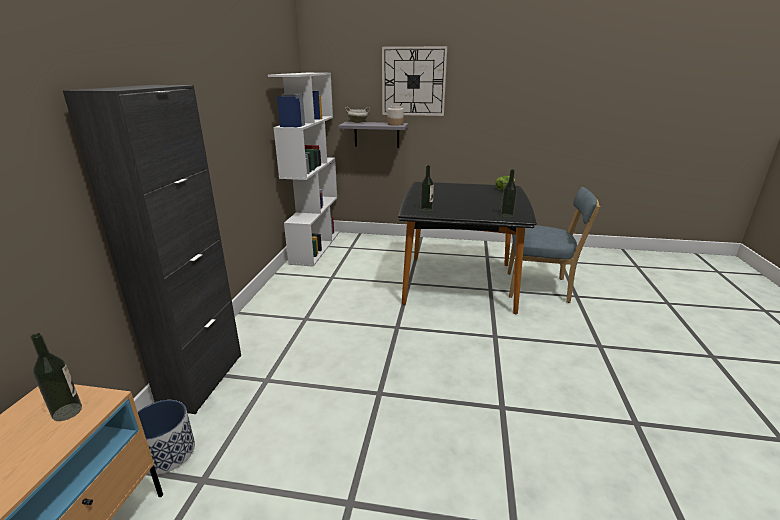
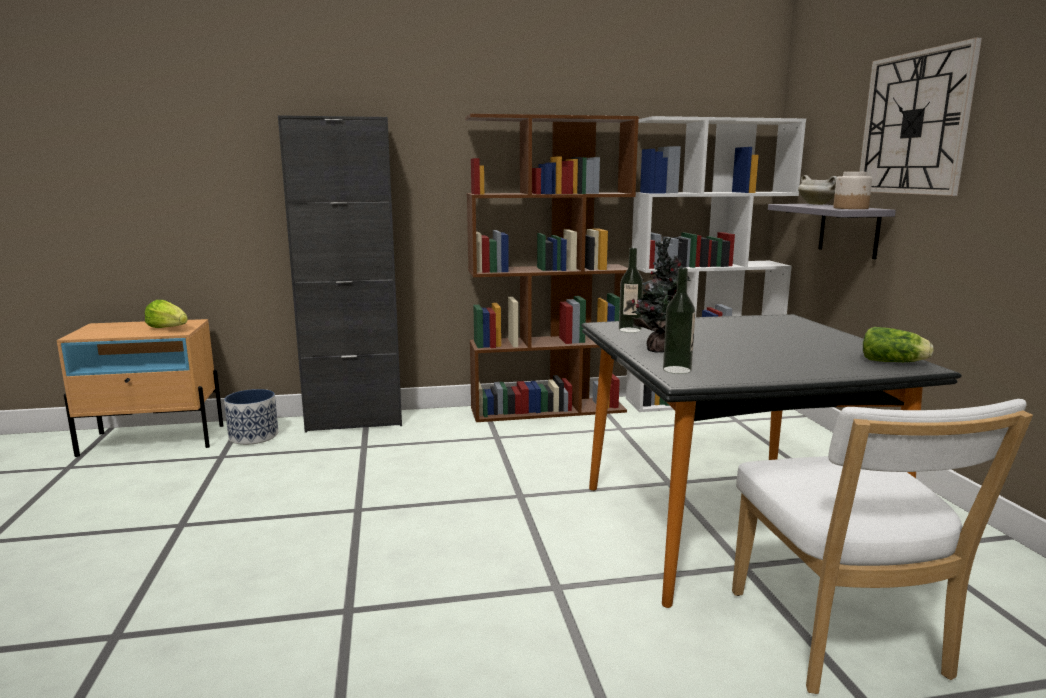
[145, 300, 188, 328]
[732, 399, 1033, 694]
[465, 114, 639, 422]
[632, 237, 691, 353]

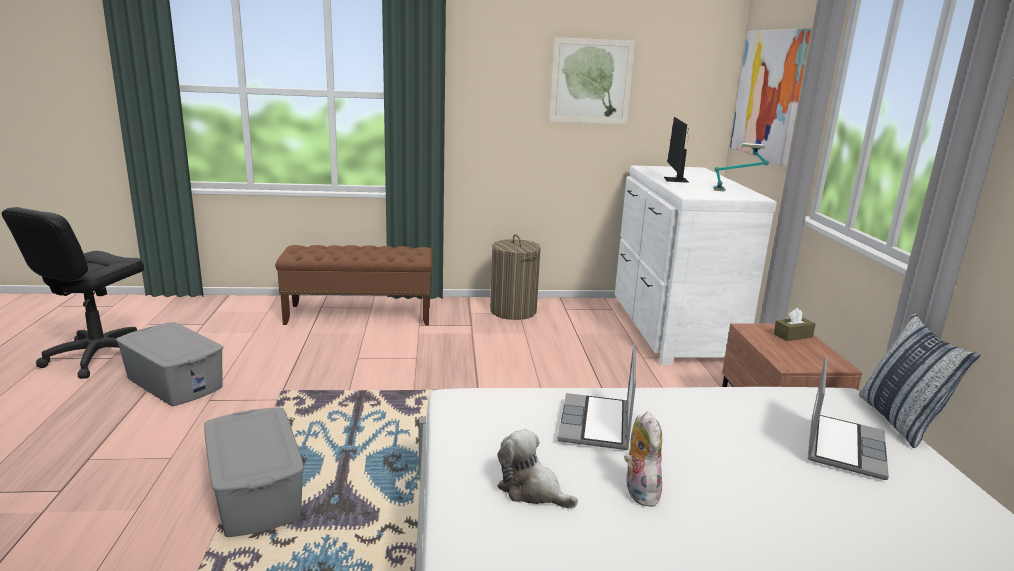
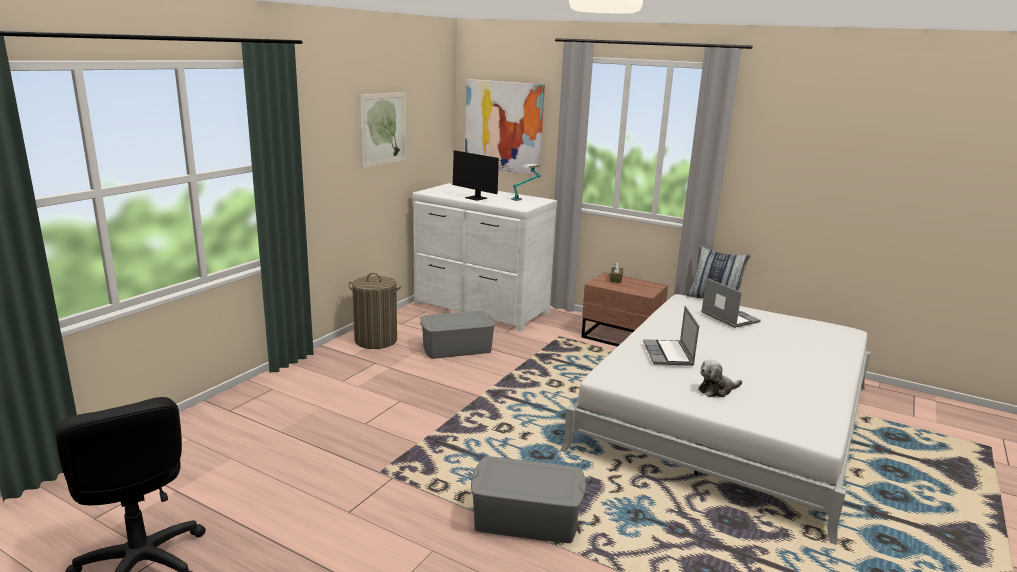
[420, 311, 495, 359]
[275, 245, 433, 325] (first image)
[643, 306, 699, 366]
[624, 411, 662, 507] (first image)

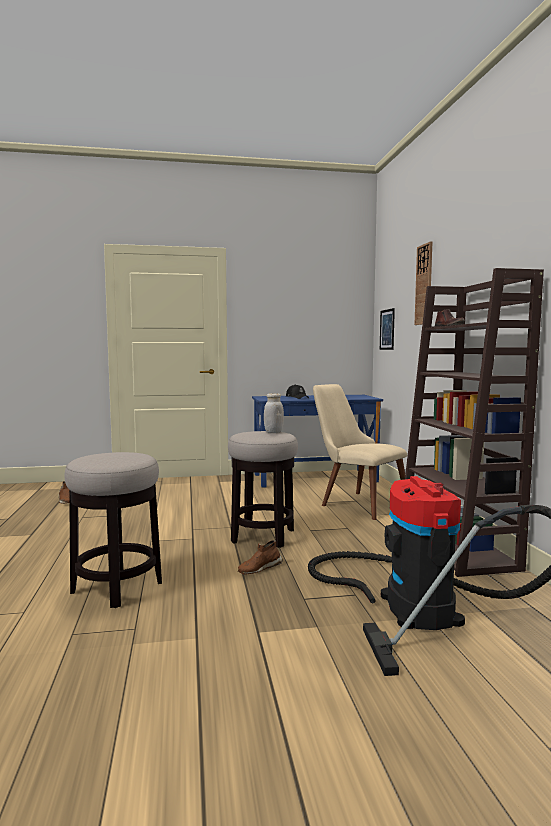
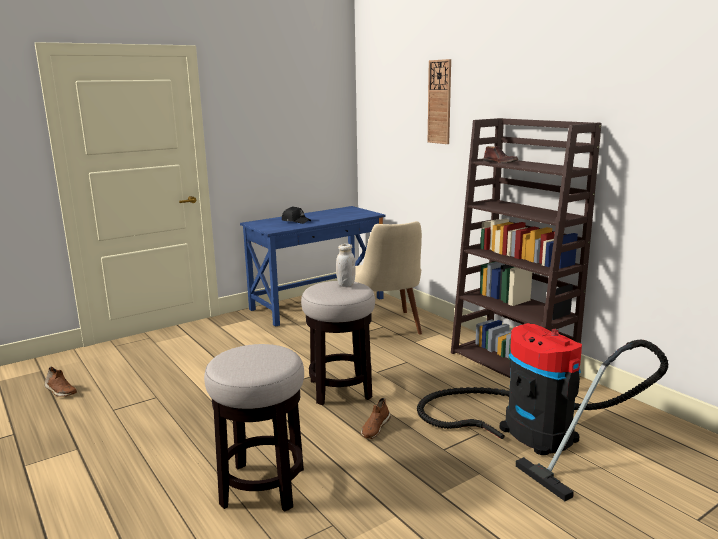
[354, 221, 422, 334]
[380, 308, 395, 350] (first image)

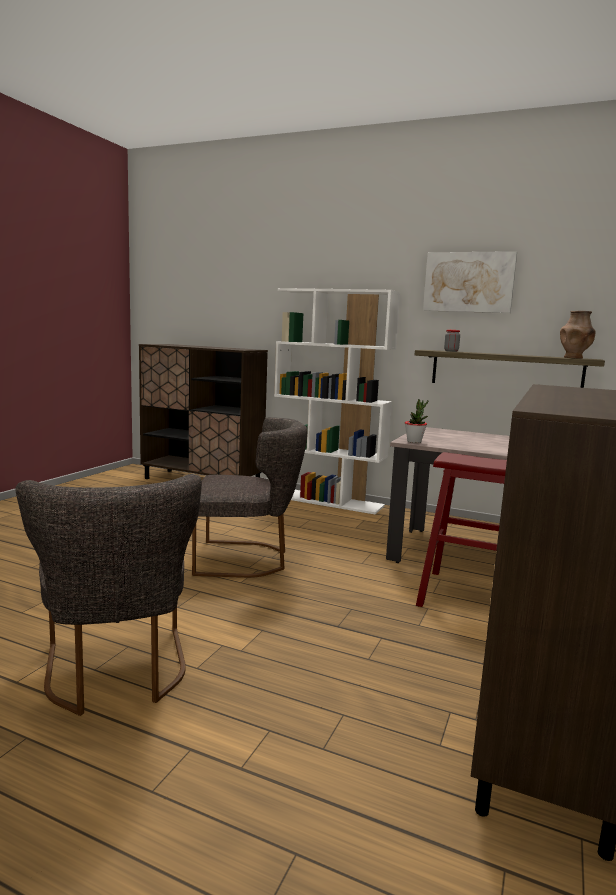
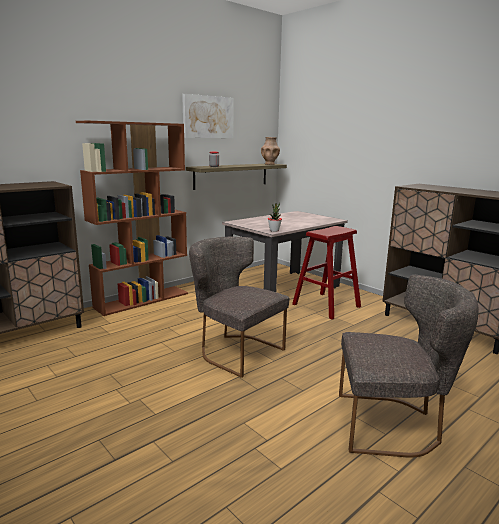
[189, 237, 290, 378]
[76, 121, 188, 316]

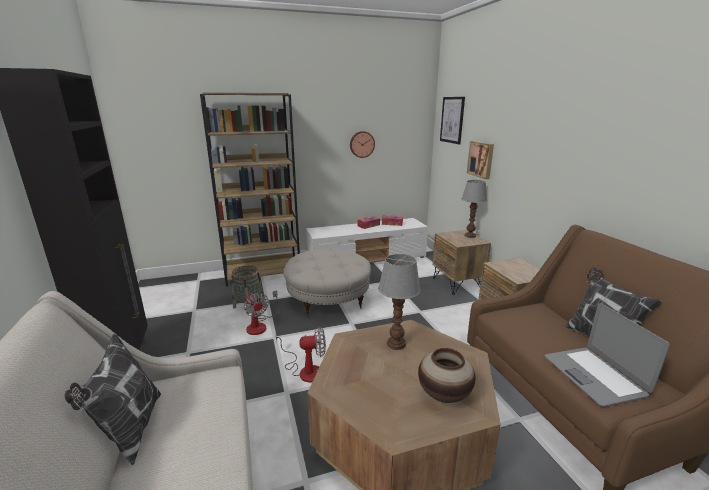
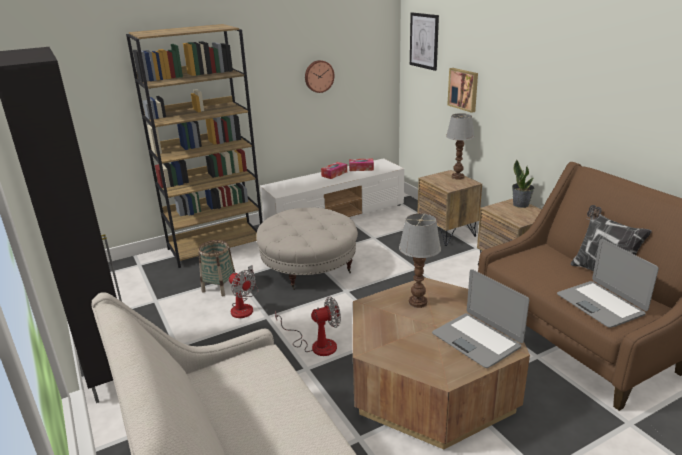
[65, 334, 161, 465] (first image)
[432, 269, 529, 368]
[512, 159, 534, 208]

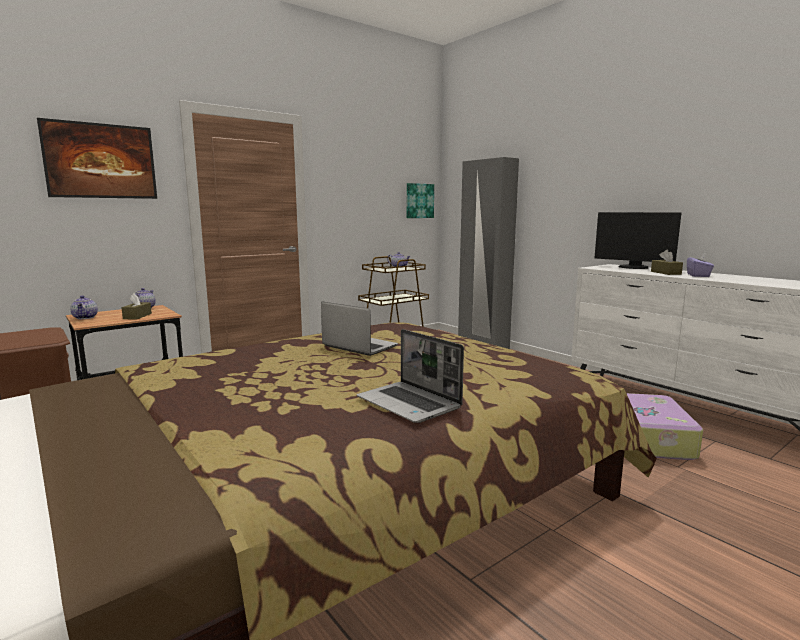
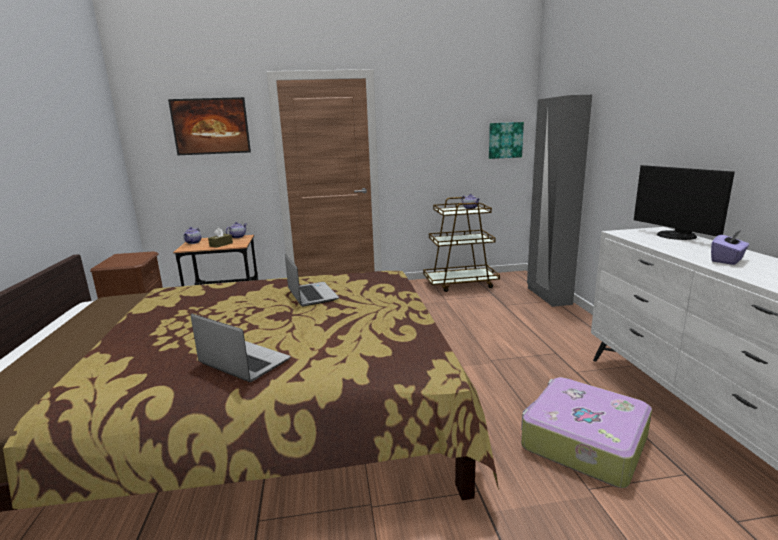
[190, 314, 291, 382]
[651, 250, 683, 275] (first image)

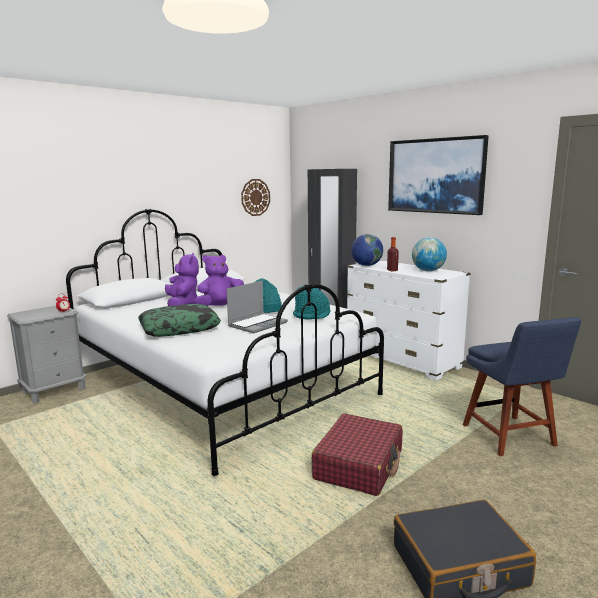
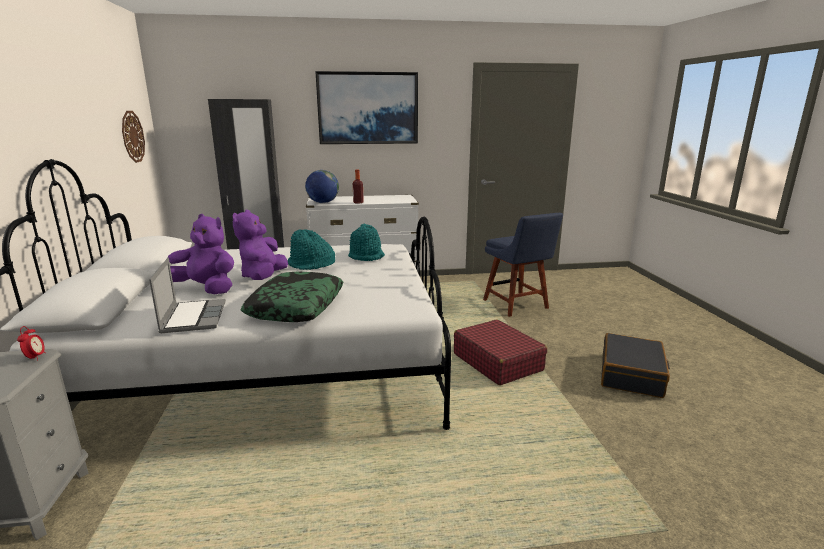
[149, 258, 226, 333]
[412, 237, 447, 271] (first image)
[483, 213, 563, 317]

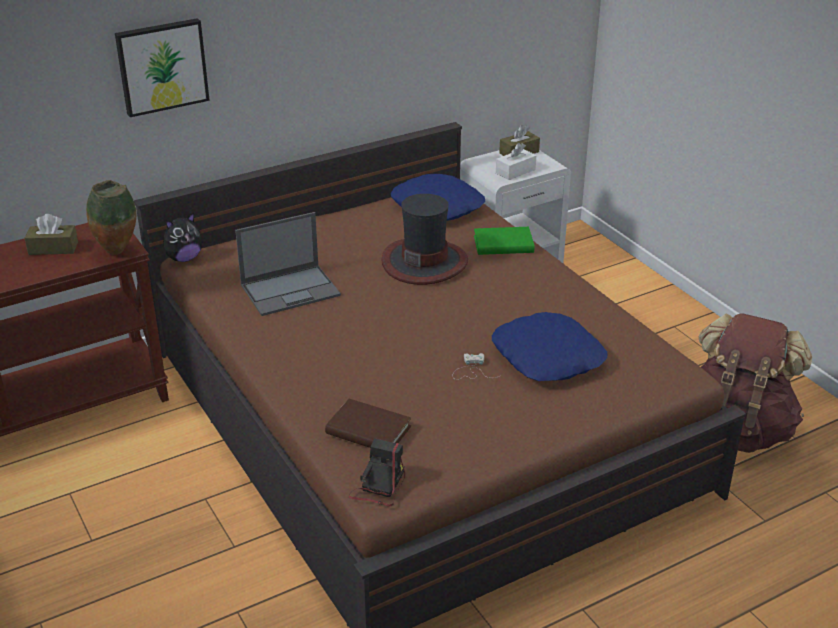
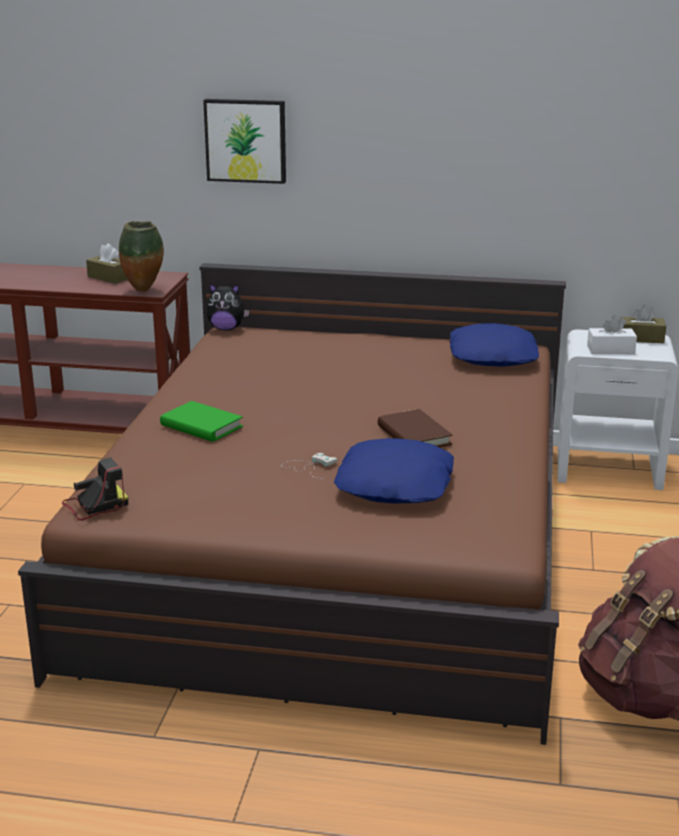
[235, 212, 341, 316] (first image)
[378, 409, 453, 447]
[381, 194, 468, 285] (first image)
[160, 401, 243, 442]

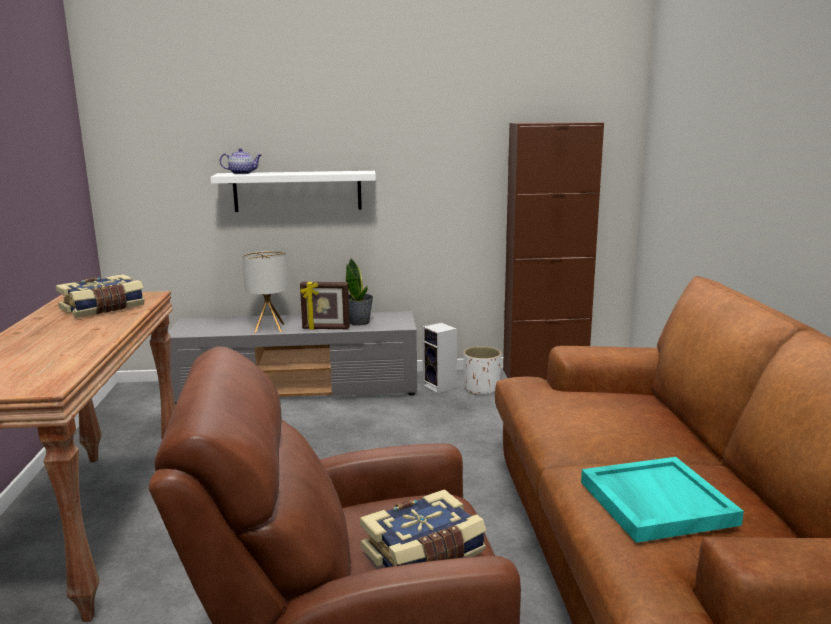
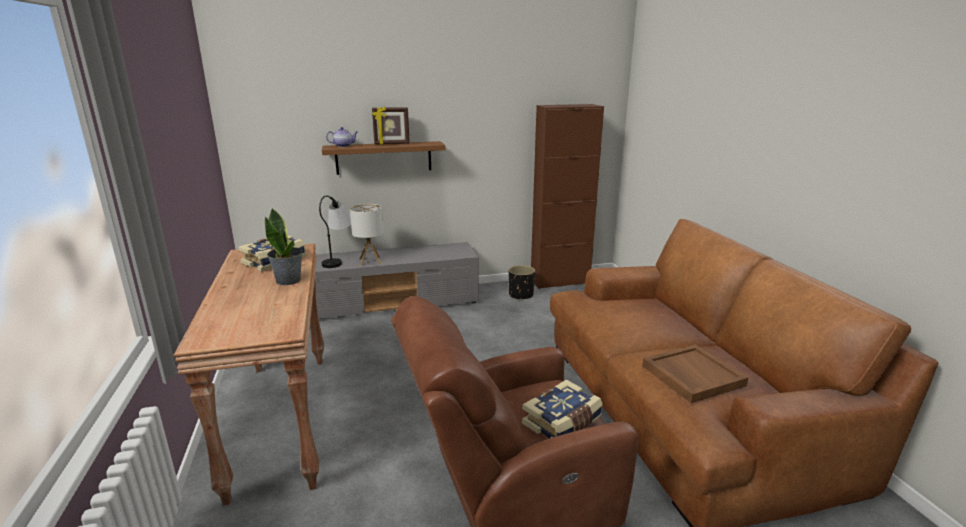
[322, 141, 445, 175]
[372, 107, 410, 145]
[265, 208, 303, 285]
[422, 322, 457, 393] (first image)
[508, 265, 535, 300]
[642, 344, 748, 403]
[319, 195, 351, 268]

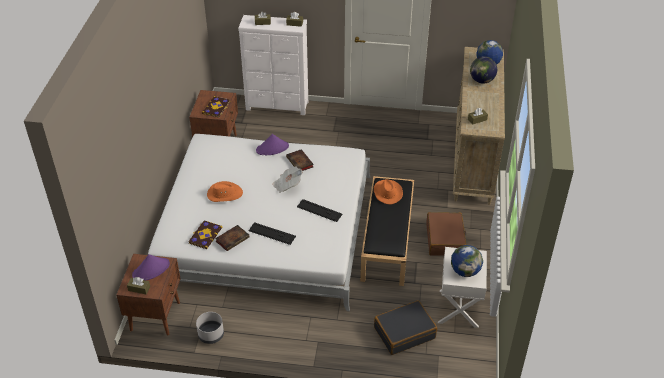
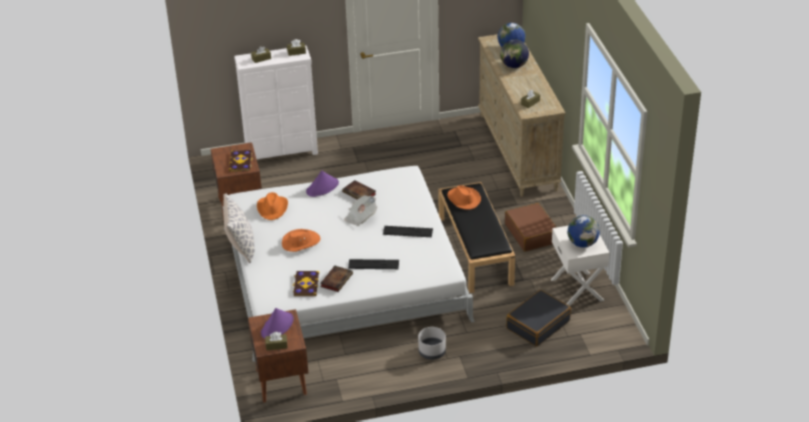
[418, 327, 446, 360]
[223, 194, 255, 263]
[257, 192, 288, 220]

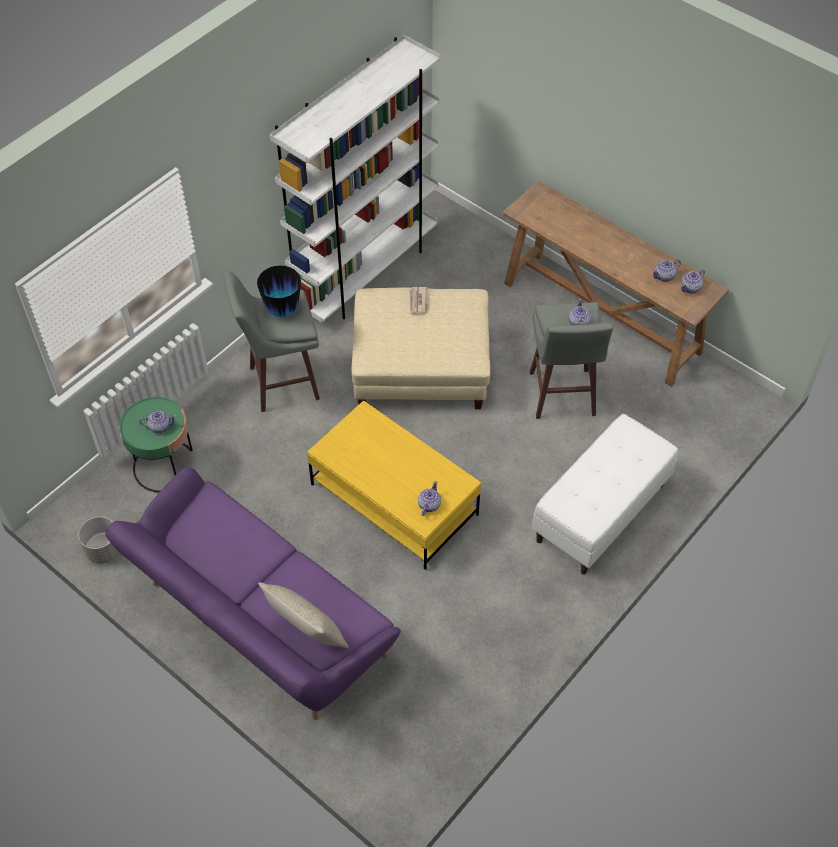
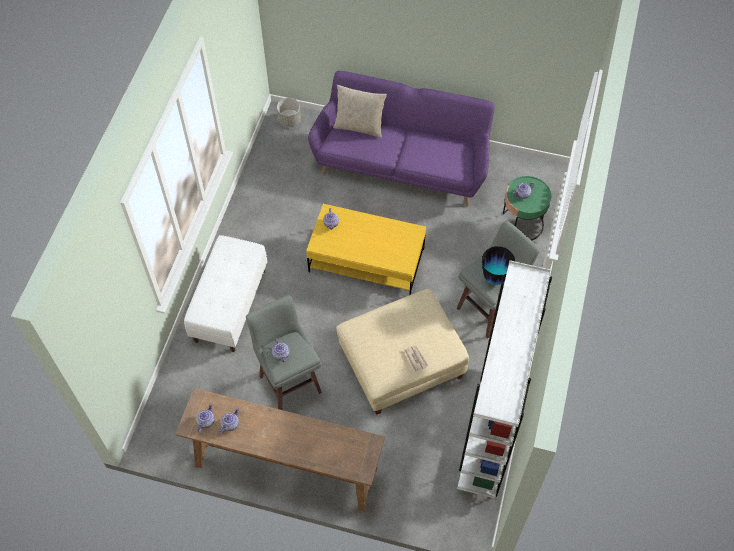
[277, 98, 301, 127]

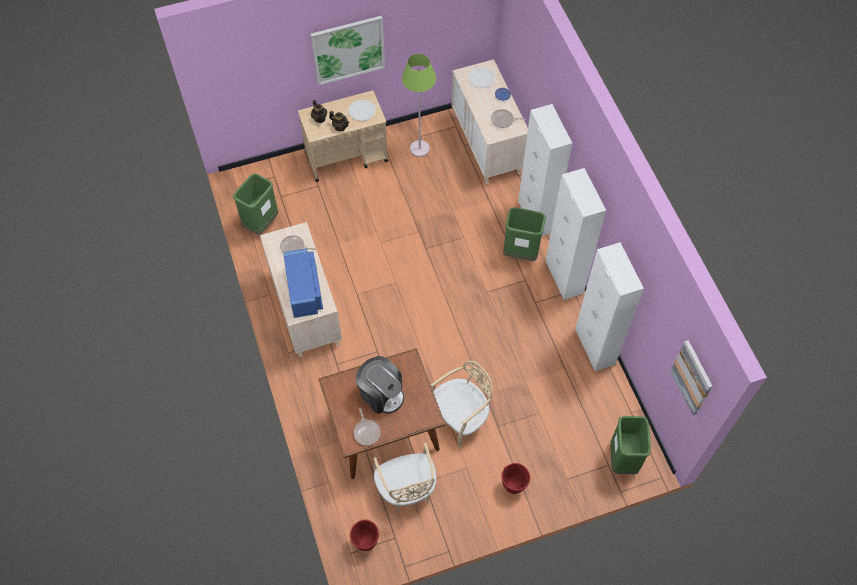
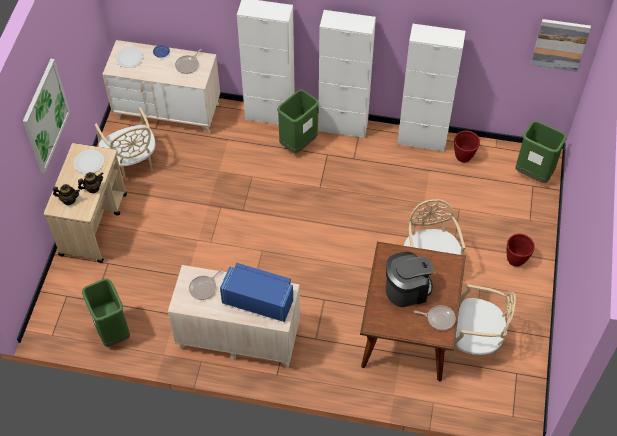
[454, 131, 480, 163]
[95, 107, 156, 182]

